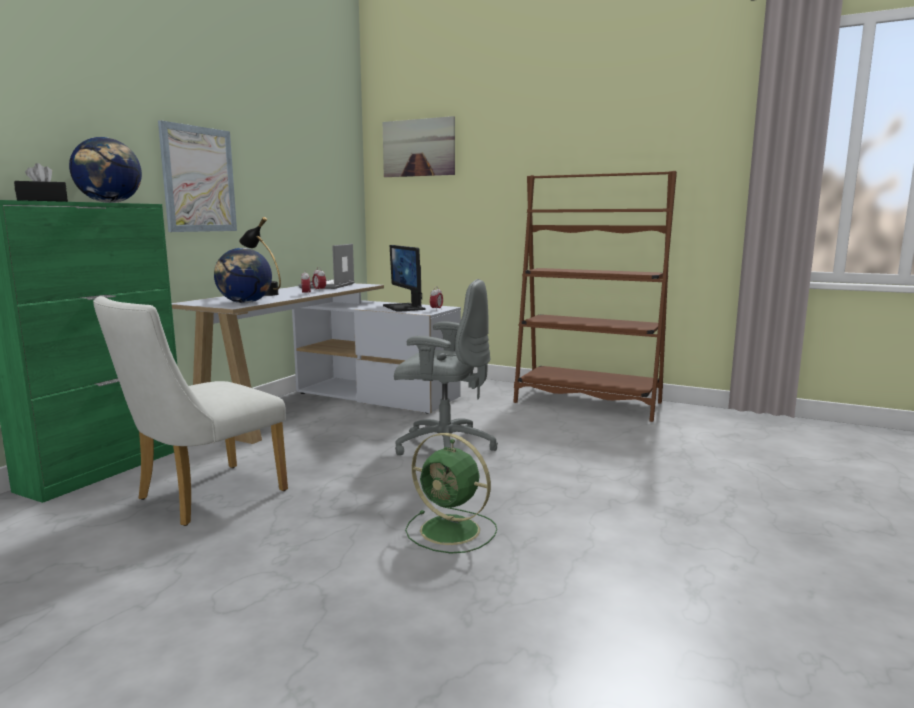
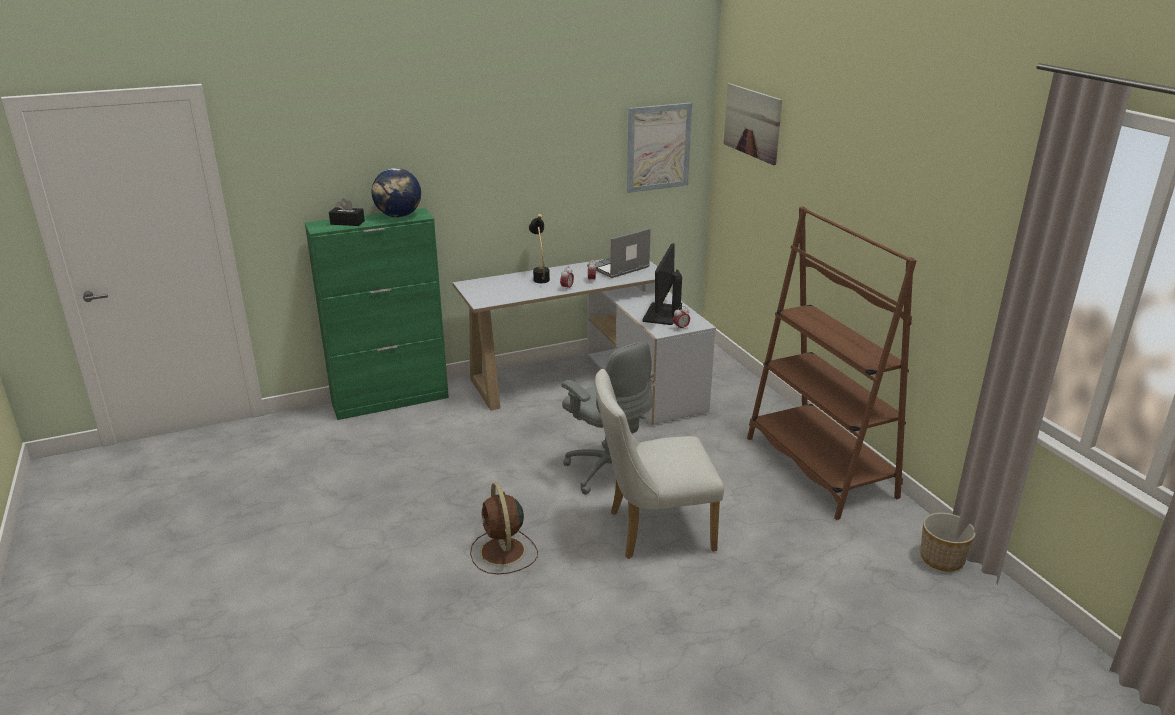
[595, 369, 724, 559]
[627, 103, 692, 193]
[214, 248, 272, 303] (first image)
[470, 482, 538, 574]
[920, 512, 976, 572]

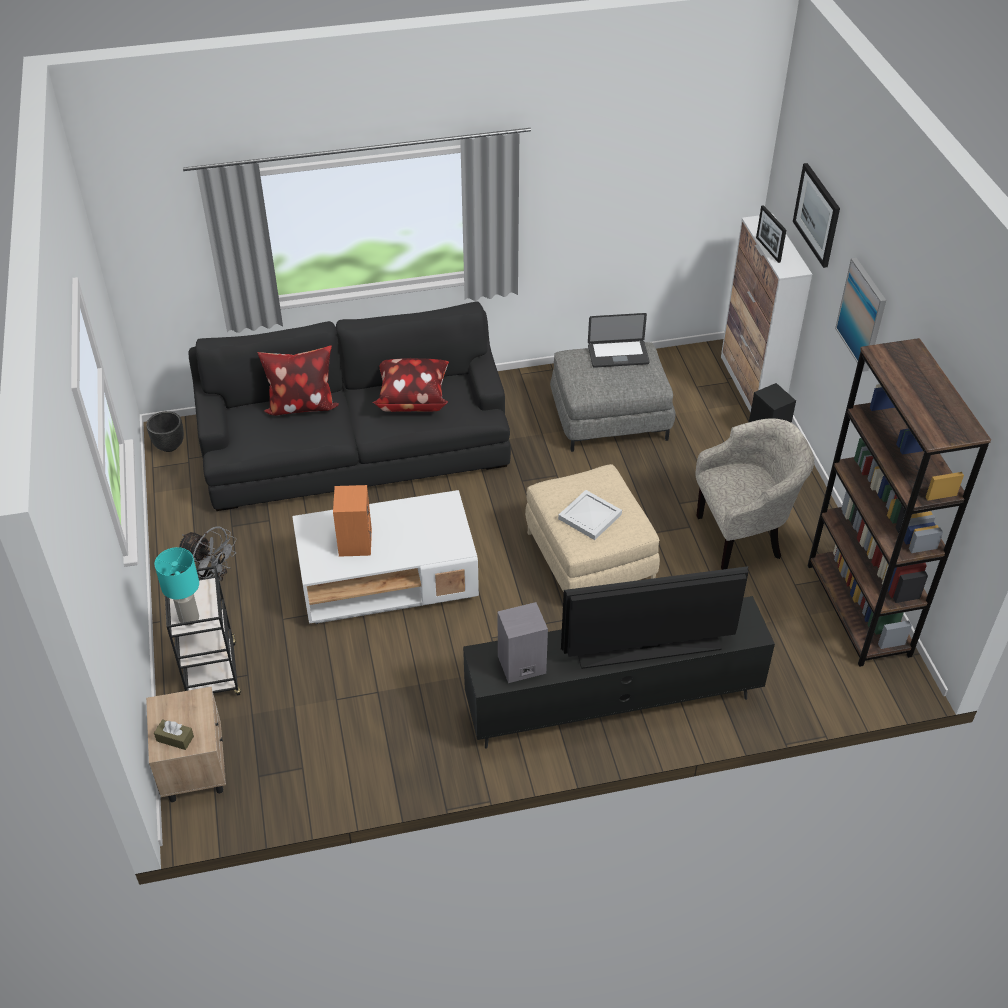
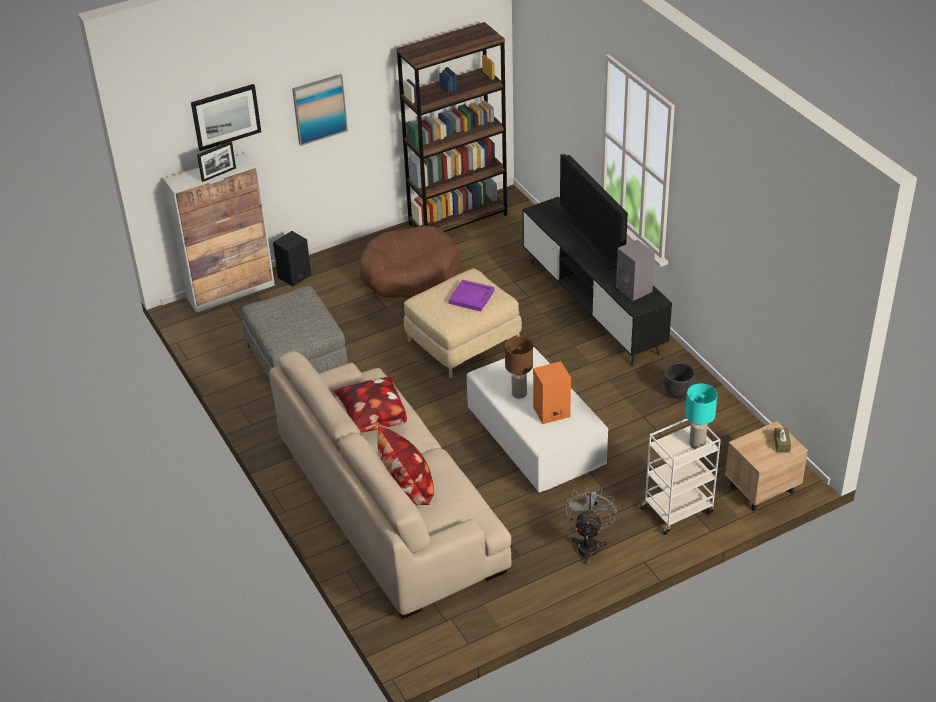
[664, 362, 696, 399]
[637, 419, 721, 535]
[269, 351, 511, 619]
[449, 279, 494, 311]
[588, 313, 650, 368] (first image)
[359, 225, 460, 298]
[505, 337, 533, 399]

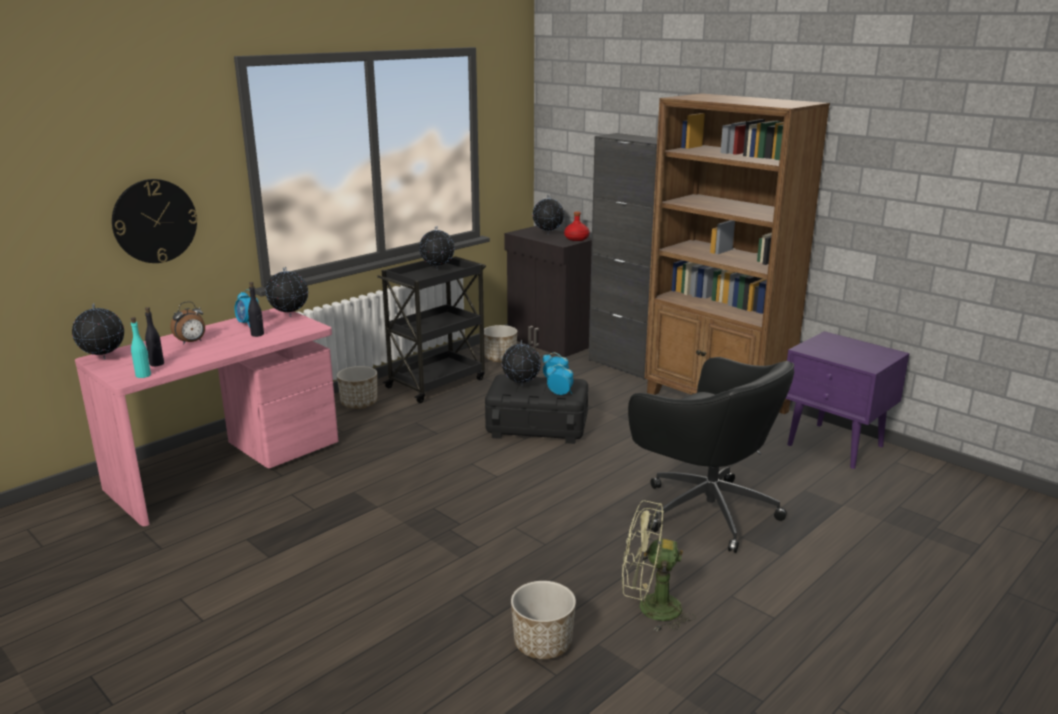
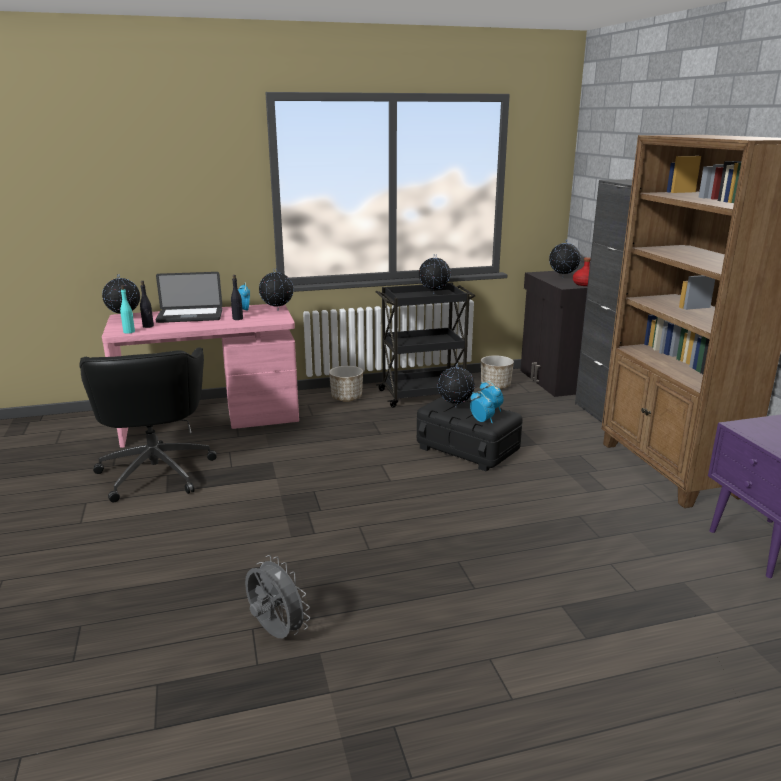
[112, 179, 198, 263] (first image)
[156, 272, 222, 323]
[245, 555, 310, 638]
[622, 500, 696, 632] (first image)
[79, 347, 217, 502]

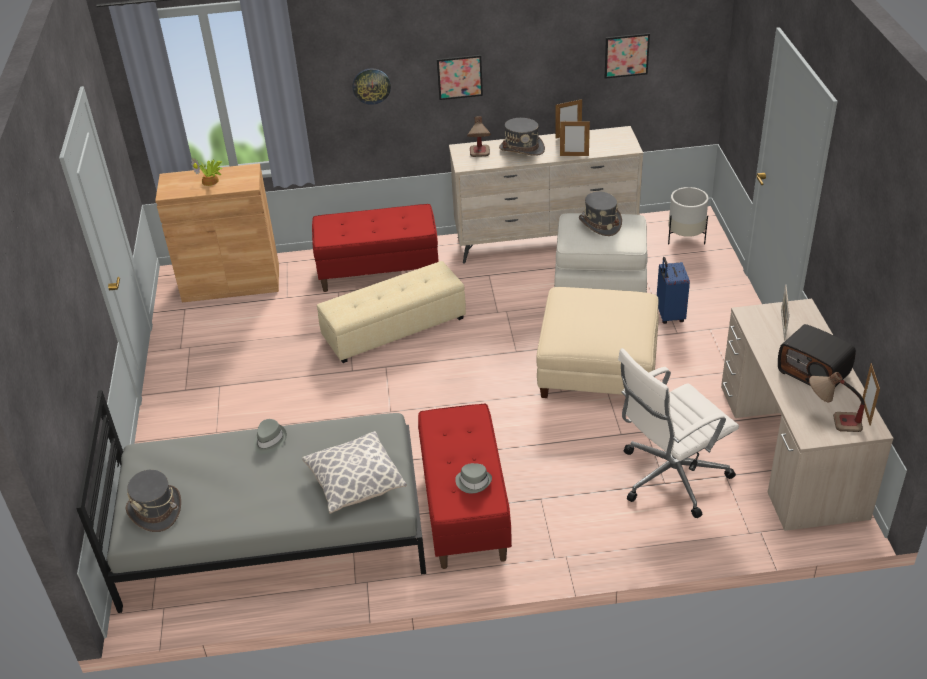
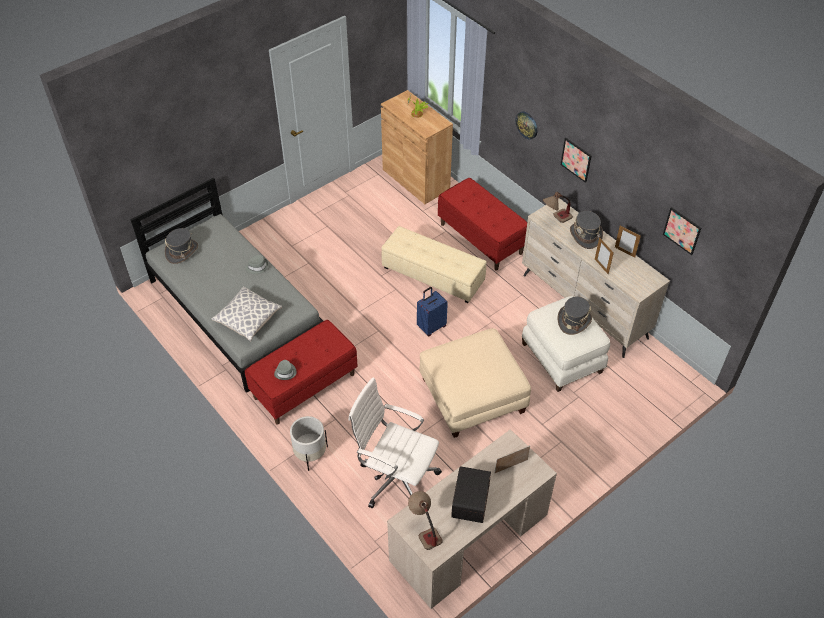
[417, 287, 448, 336]
[290, 416, 328, 471]
[863, 363, 880, 426] (first image)

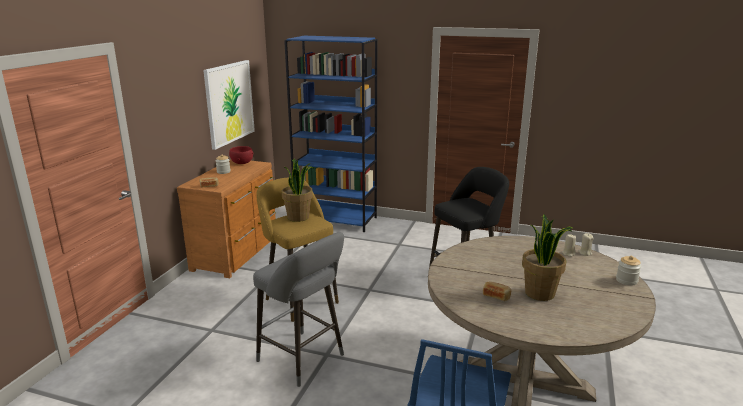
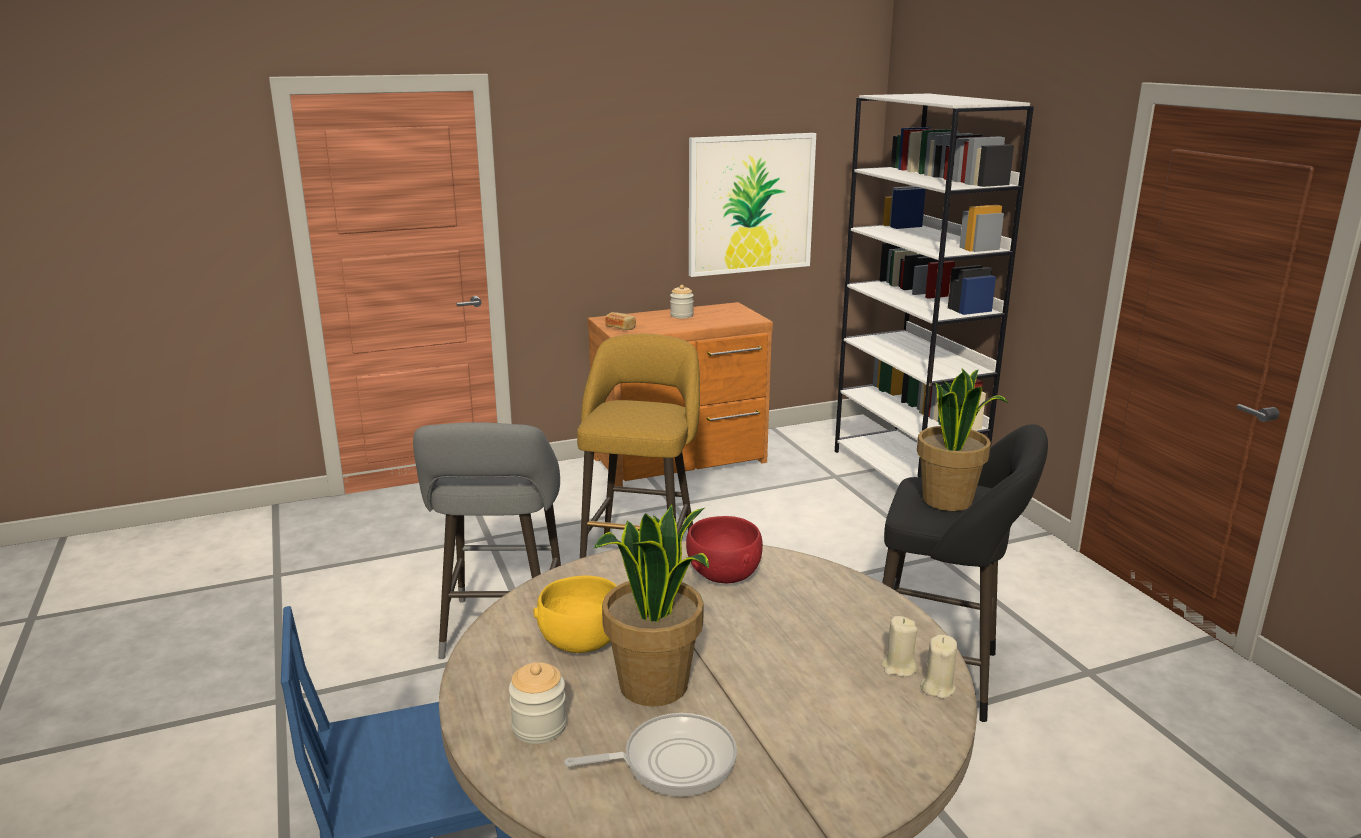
[686, 516, 763, 584]
[917, 368, 1008, 511]
[835, 93, 1034, 486]
[533, 576, 617, 653]
[509, 662, 567, 744]
[564, 713, 737, 796]

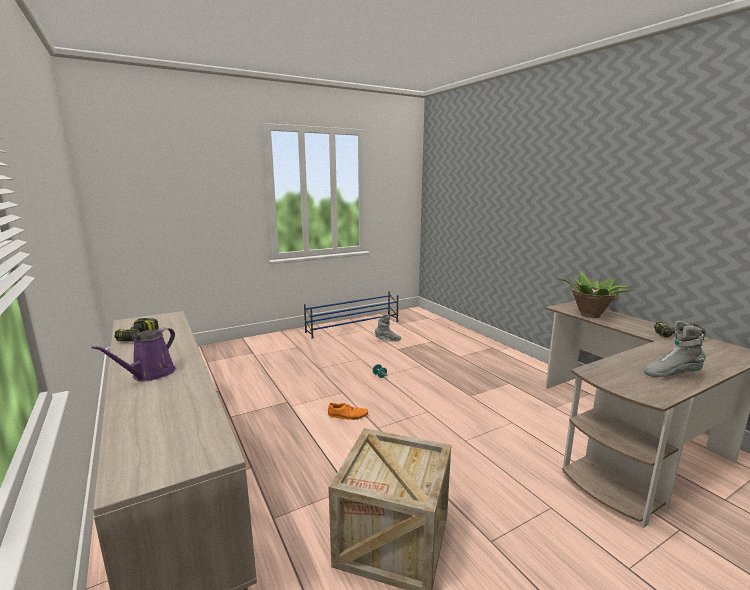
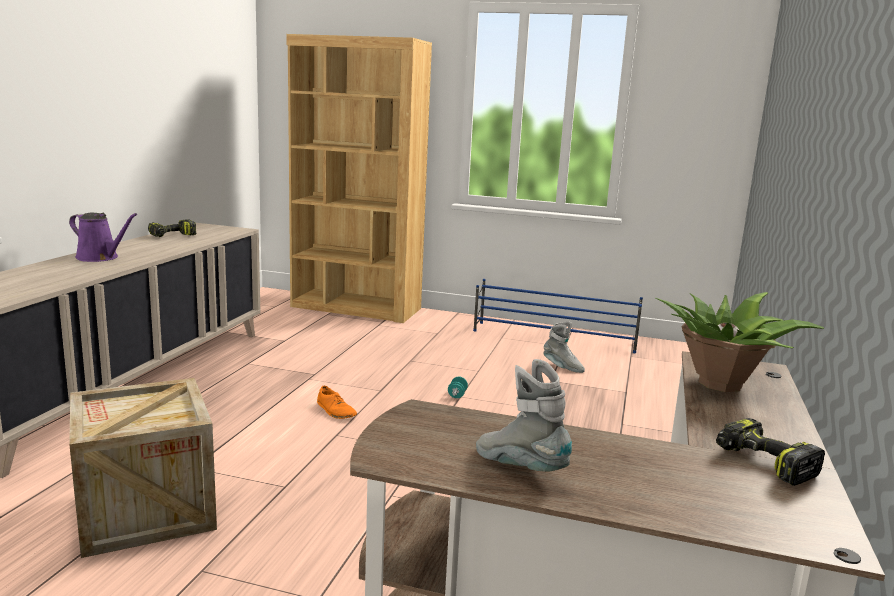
[69, 213, 137, 262]
[286, 34, 432, 323]

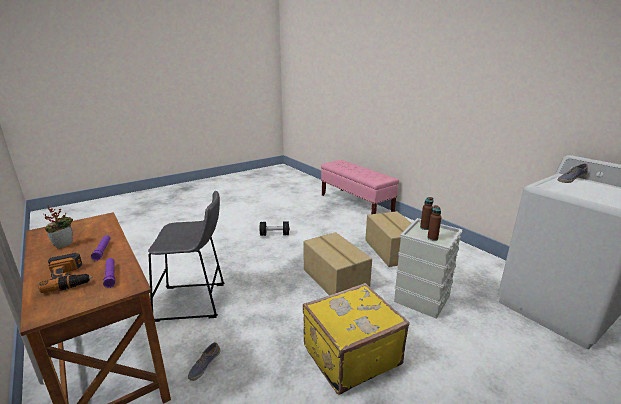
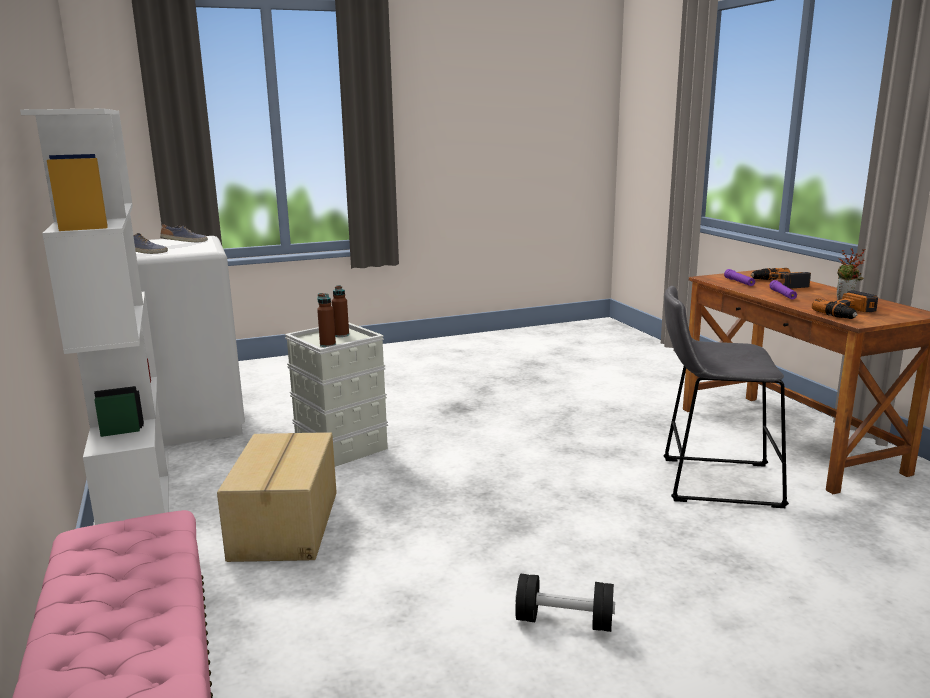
[160, 224, 208, 242]
[303, 232, 372, 295] (first image)
[303, 283, 409, 395] (first image)
[20, 109, 169, 525]
[812, 290, 878, 319]

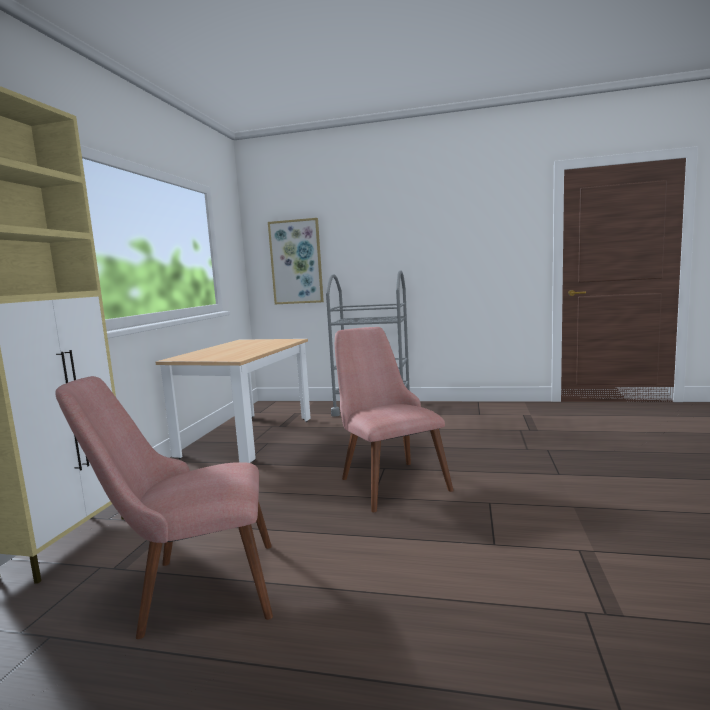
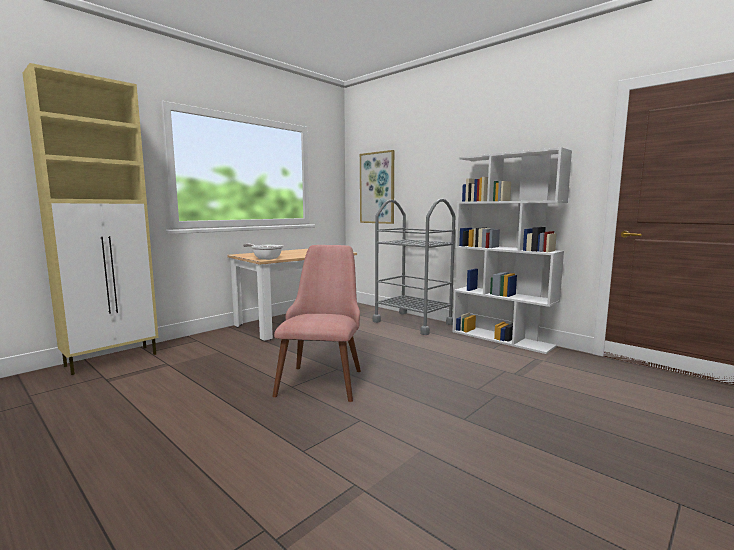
[55, 376, 273, 639] (first image)
[243, 244, 283, 260]
[452, 147, 572, 354]

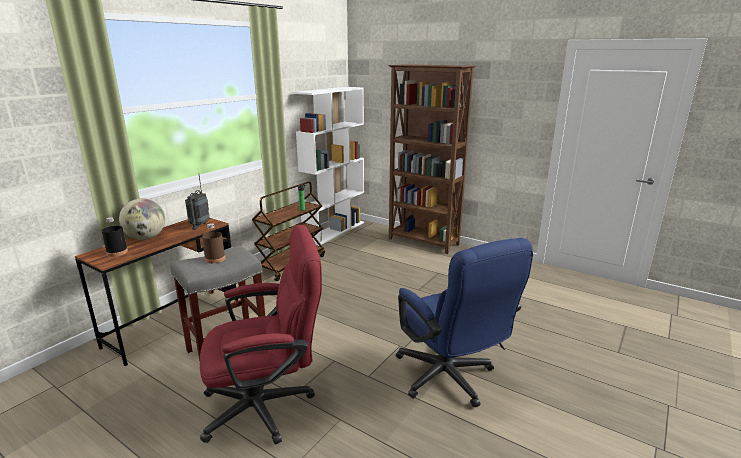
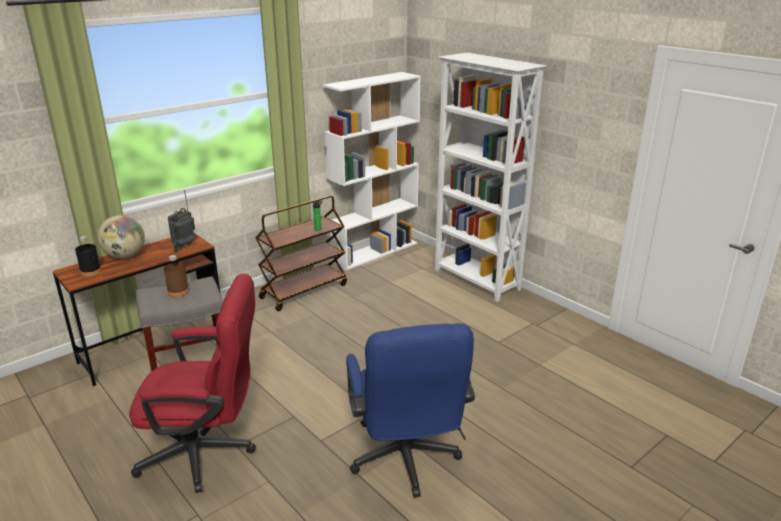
[435, 53, 547, 302]

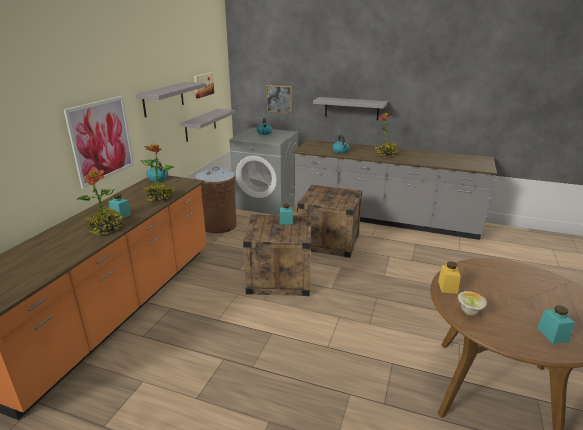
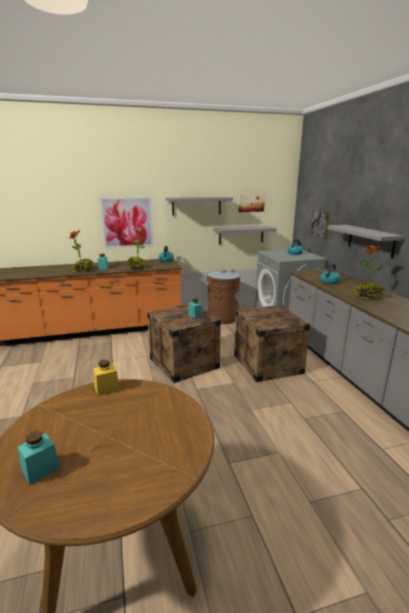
[458, 291, 487, 316] (first image)

